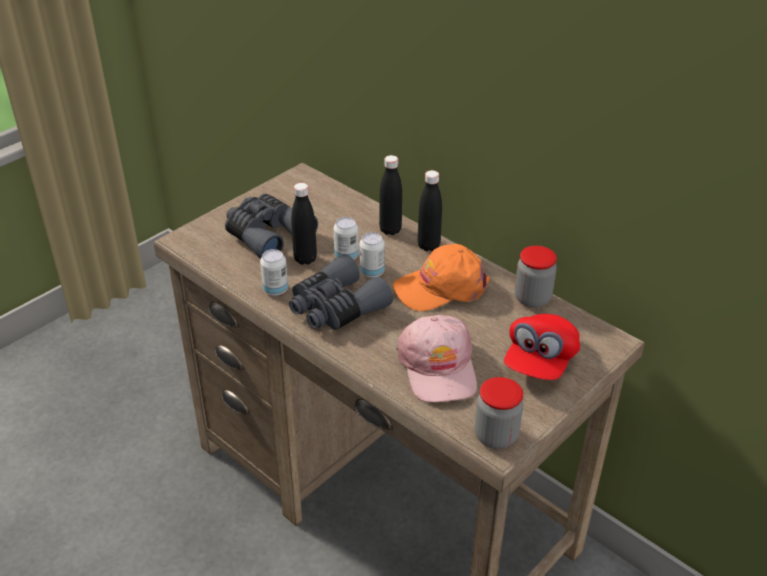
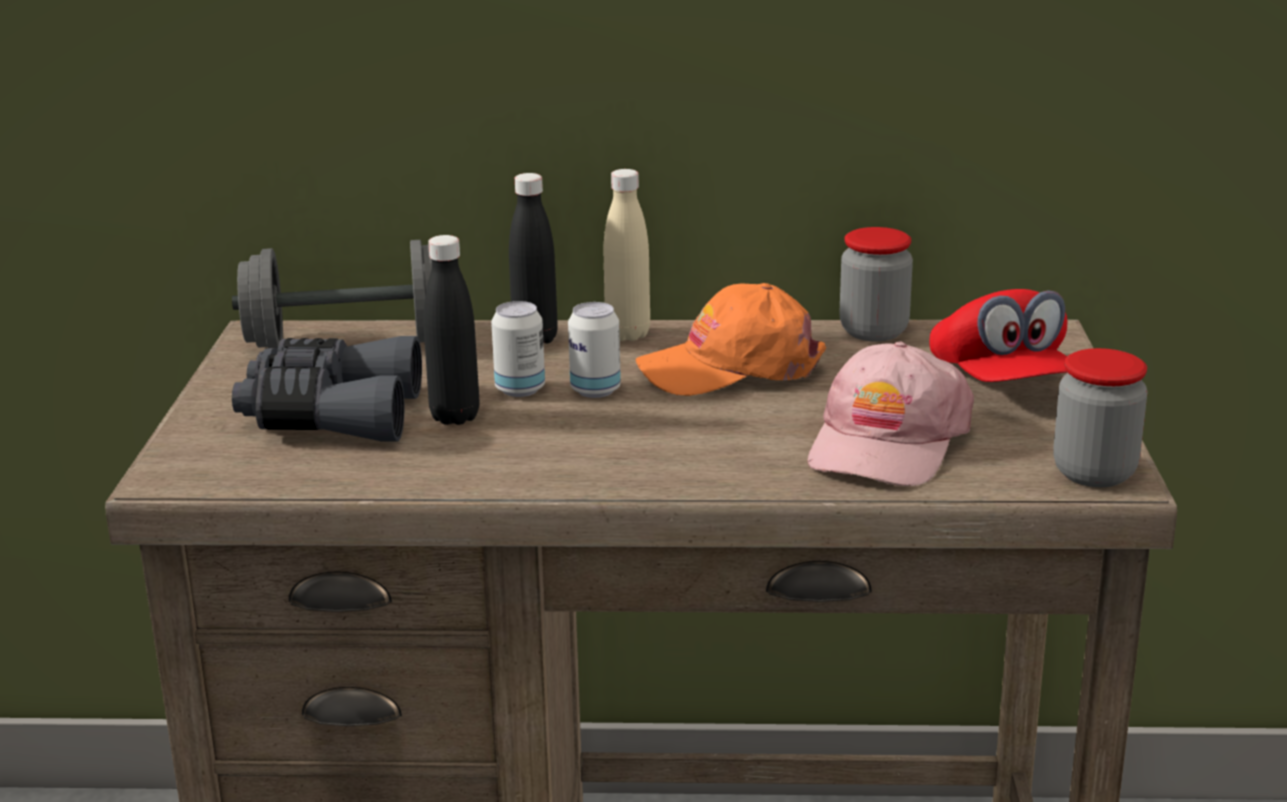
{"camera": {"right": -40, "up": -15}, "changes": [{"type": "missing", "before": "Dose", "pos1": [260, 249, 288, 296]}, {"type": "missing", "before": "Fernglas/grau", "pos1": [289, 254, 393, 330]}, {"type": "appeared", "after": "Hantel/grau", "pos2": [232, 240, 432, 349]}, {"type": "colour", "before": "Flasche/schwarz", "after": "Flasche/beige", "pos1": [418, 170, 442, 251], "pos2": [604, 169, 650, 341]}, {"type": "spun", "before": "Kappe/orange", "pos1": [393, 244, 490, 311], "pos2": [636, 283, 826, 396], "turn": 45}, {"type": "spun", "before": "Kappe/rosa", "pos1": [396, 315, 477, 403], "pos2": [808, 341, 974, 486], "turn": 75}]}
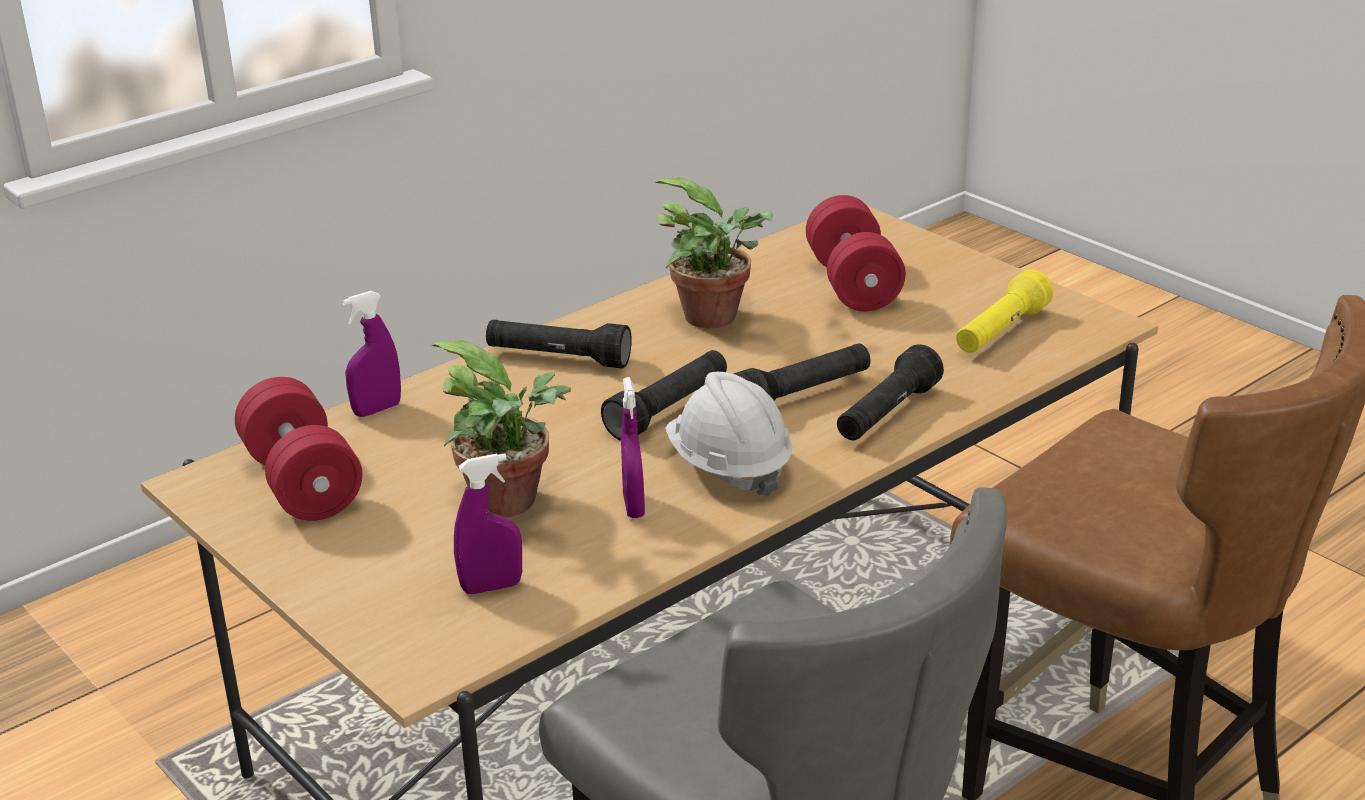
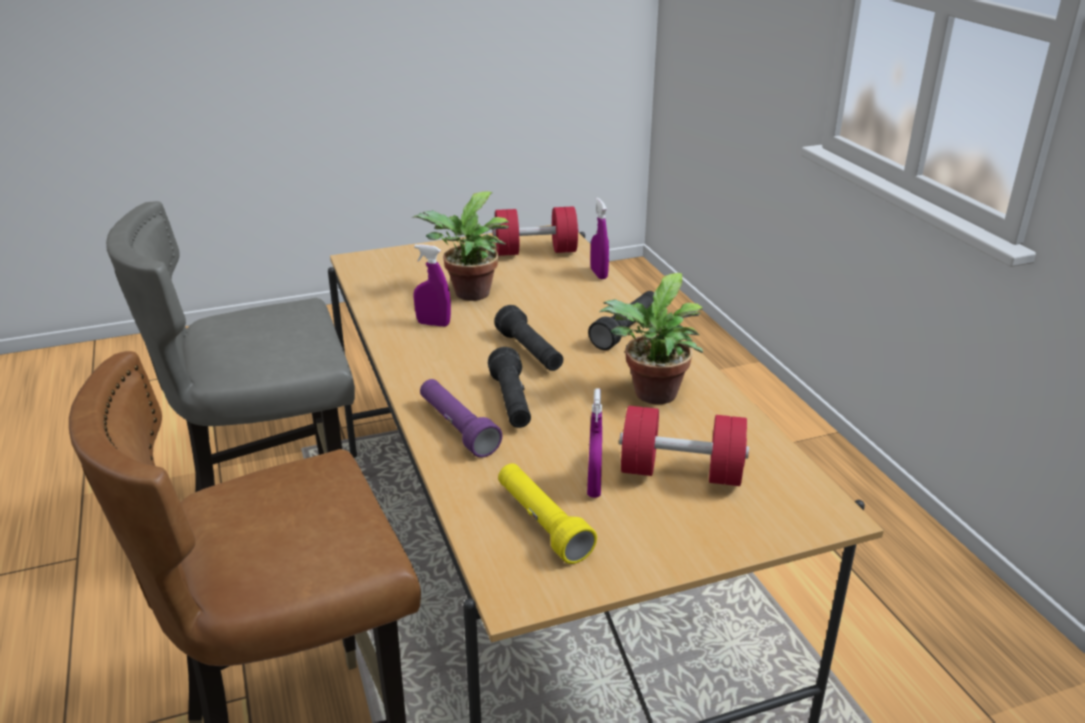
{"camera": {"right": 110, "up": 0}, "changes": [{"type": "missing", "before": "Schutzhelm/weiß", "pos1": [665, 372, 792, 497]}, {"type": "relocated", "before": "Sprühflasche/lila", "pos1": [454, 453, 522, 594], "pos2": [587, 388, 602, 498]}, {"type": "colour", "before": "Taschenlampe/schwarz", "after": "Taschenlampe/lila", "pos1": [837, 344, 944, 440], "pos2": [420, 379, 502, 458]}]}
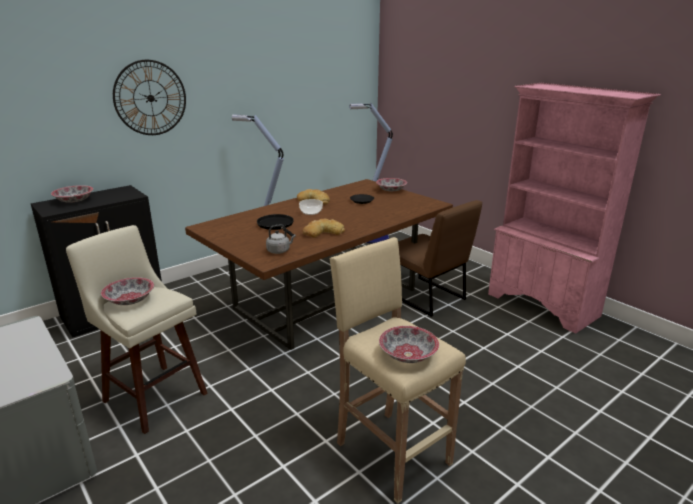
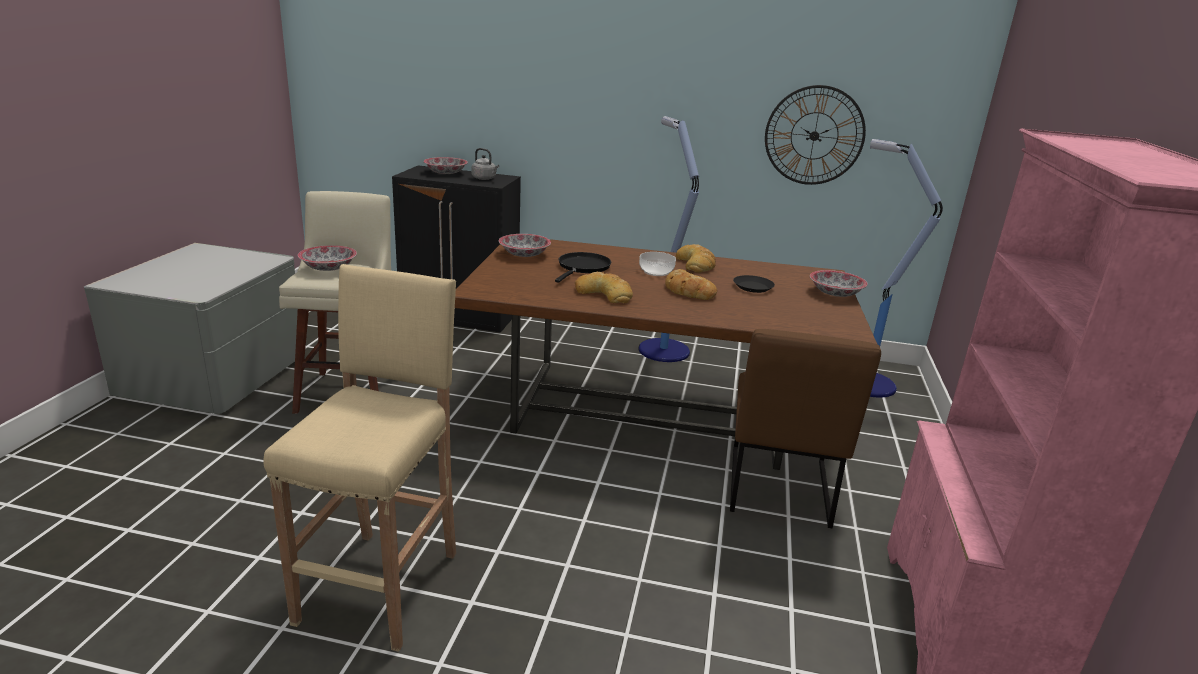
{"camera": {"right": 50, "up": 0}, "changes": [{"type": "appeared", "after": "Brot", "pos2": [665, 269, 717, 300]}, {"type": "relocated", "before": "Wanduhr", "pos1": [113, 60, 186, 135], "pos2": [765, 85, 866, 185]}, {"type": "relocated", "before": "Wasserkessel/grau", "pos1": [266, 225, 296, 254], "pos2": [472, 148, 499, 180]}, {"type": "relocated", "before": "Schüssel", "pos1": [379, 326, 439, 363], "pos2": [499, 234, 551, 257]}]}
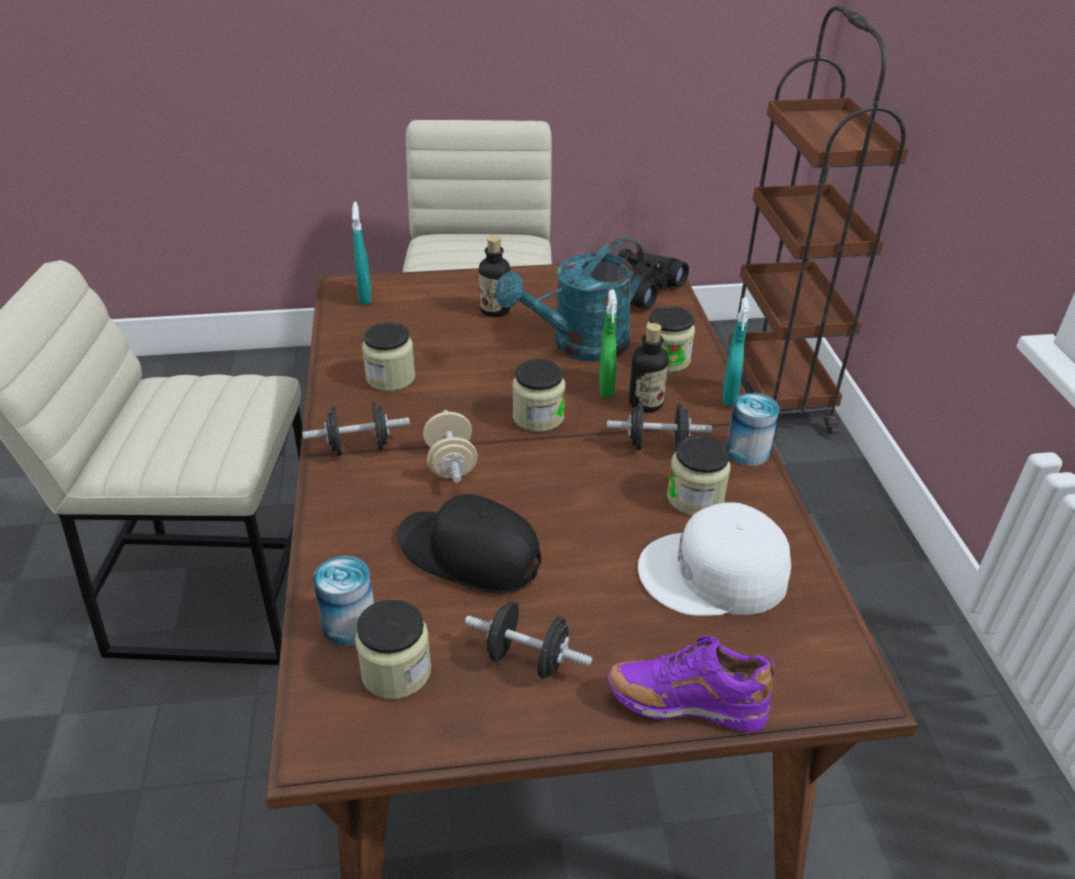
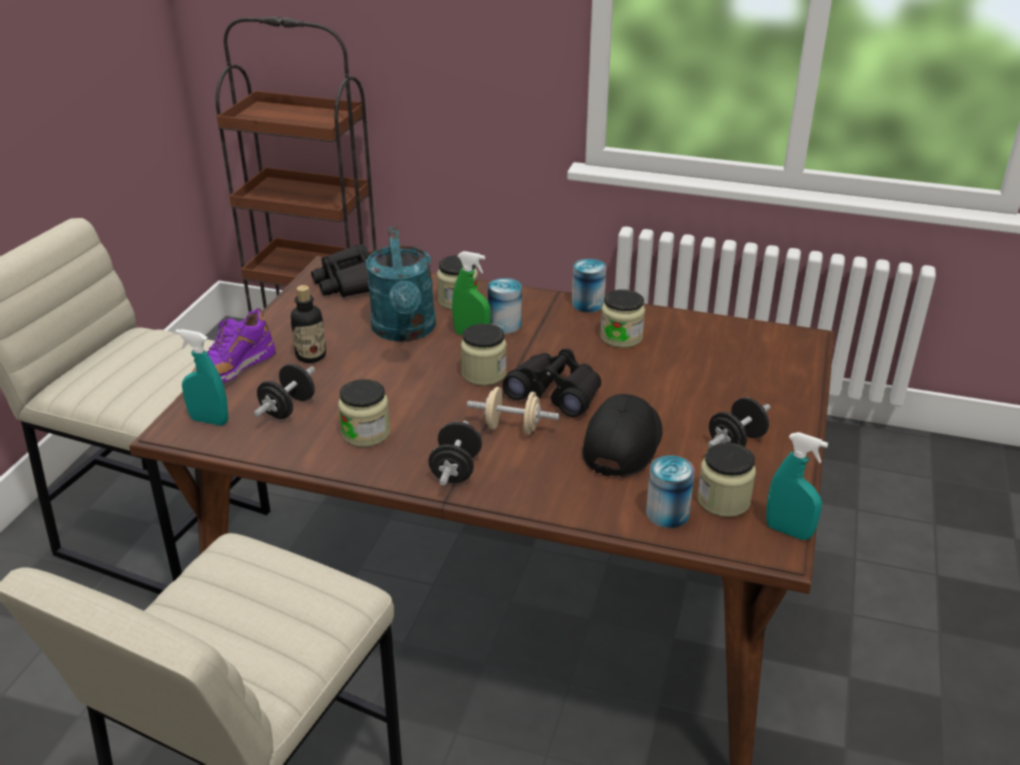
{"camera": {"right": -65, "up": -5}, "changes": [{"type": "missing", "before": "Kappe/weiß", "pos1": [638, 502, 791, 616]}, {"type": "appeared", "after": "Fernglas/schwarz", "pos2": [502, 349, 601, 417]}, {"type": "relocated", "before": "Hantel/schwarz", "pos1": [607, 402, 712, 451], "pos2": [254, 364, 315, 419]}, {"type": "relocated", "before": "Schuh/lila", "pos1": [607, 636, 774, 732], "pos2": [191, 308, 275, 383]}, {"type": "relocated", "before": "Sprühflasche/türkis", "pos1": [723, 297, 749, 406], "pos2": [766, 432, 828, 540]}, {"type": "exchanged", "before": "Flasche", "after": "Dose", "pos1": [629, 323, 669, 413], "pos2": [488, 278, 522, 334]}, {"type": "spun", "before": "Kappe/schwarz", "pos1": [397, 494, 541, 593], "pos2": [582, 394, 663, 477], "turn": 150}]}
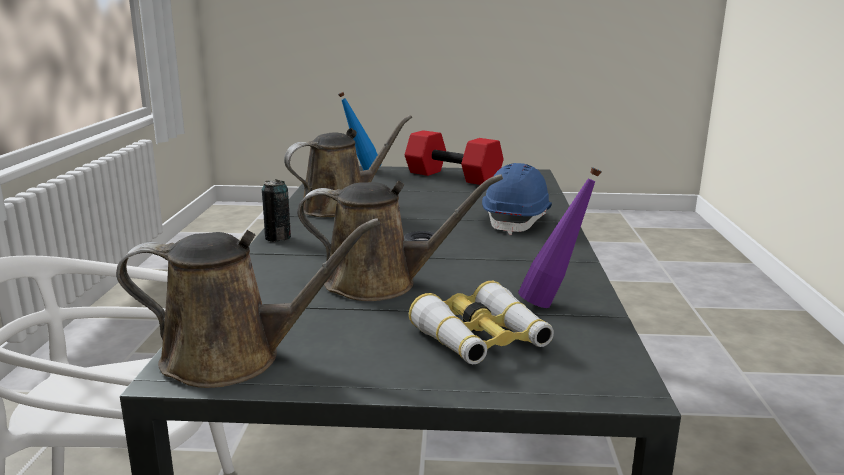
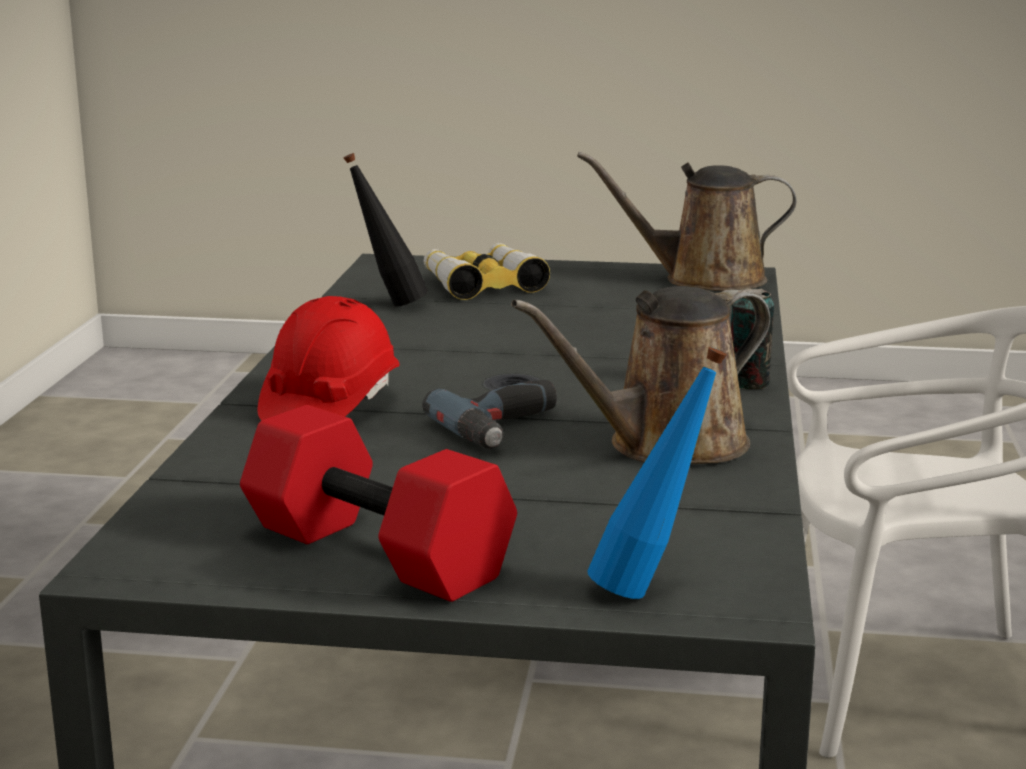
{"camera": {"right": -175, "up": 0}, "changes": [{"type": "missing", "before": "Gießkanne/braun", "pos1": [297, 174, 503, 301]}, {"type": "appeared", "after": "Bohrmaschine", "pos2": [422, 379, 557, 449]}, {"type": "colour", "before": "Schutzhelm/blau", "after": "Schutzhelm/rot", "pos1": [482, 163, 552, 235], "pos2": [257, 296, 400, 421]}, {"type": "colour", "before": "Flasche/lila", "after": "Flasche/schwarz", "pos1": [518, 167, 602, 308], "pos2": [344, 153, 428, 307]}]}
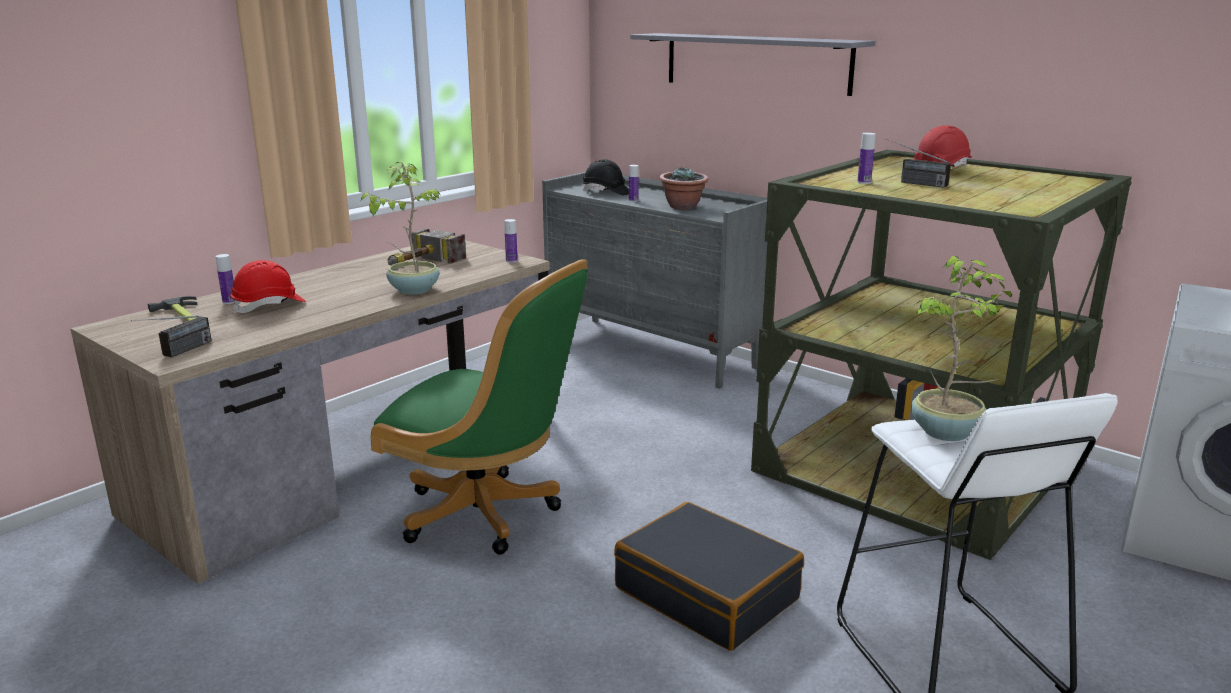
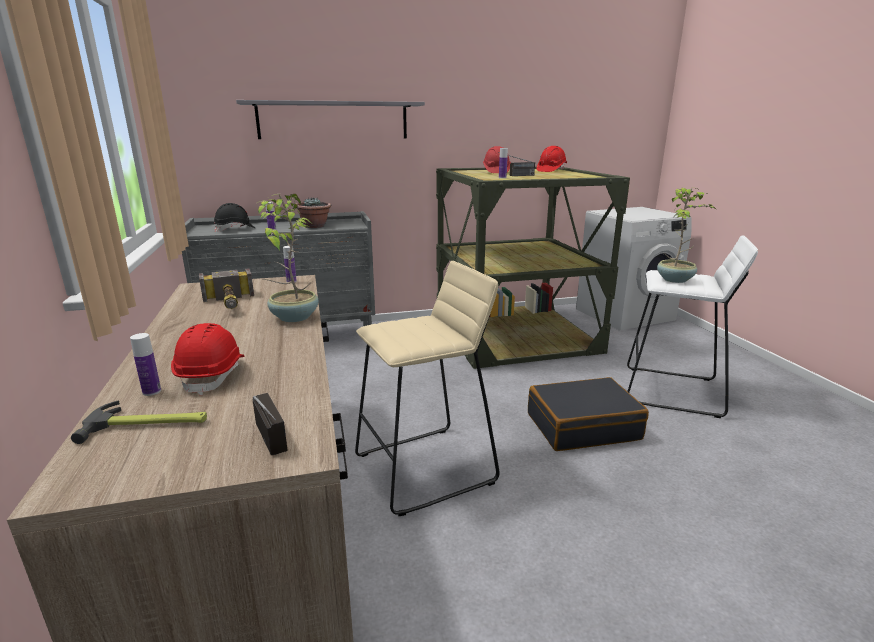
{"camera": {"right": -55, "up": 0}, "changes": [{"type": "appeared", "after": "Schutzhelm/rot", "pos2": [537, 146, 567, 172]}, {"type": "exchanged", "before": "Bürostuhl/grün", "after": "Hocker/beige", "pos1": [370, 259, 588, 555], "pos2": [355, 261, 500, 516]}]}
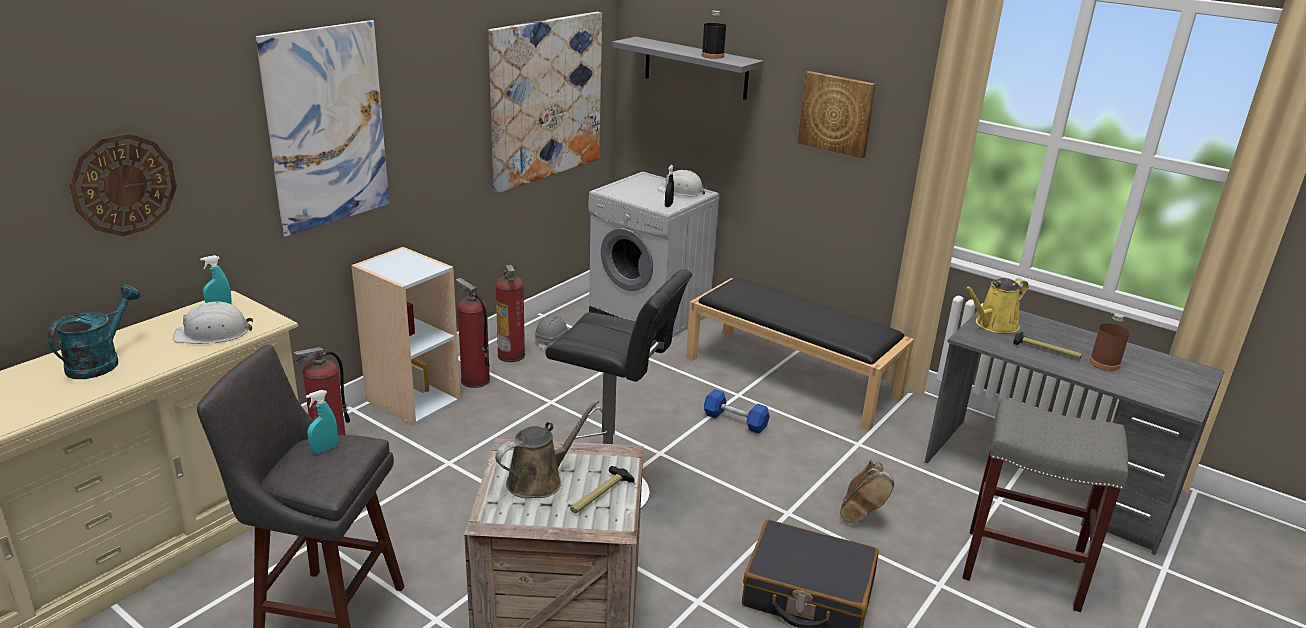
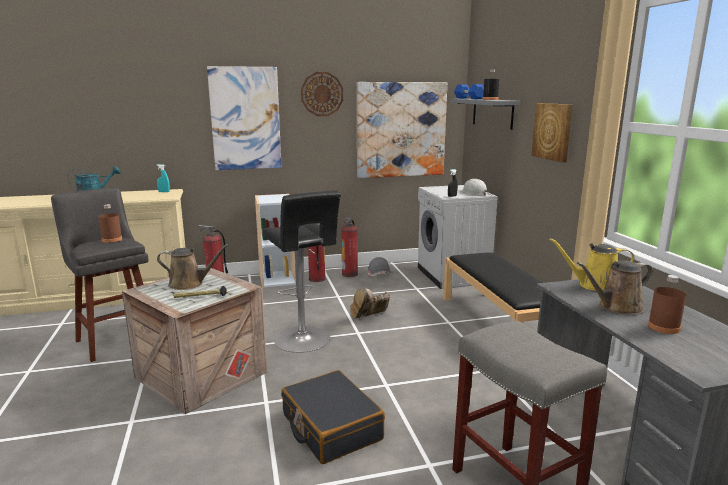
{"camera": {"right": 40, "up": -10}, "changes": [{"type": "missing", "before": "Schutzhelm/weiß", "pos1": [173, 301, 253, 344]}, {"type": "relocated", "before": "Wanduhr", "pos1": [69, 133, 177, 236], "pos2": [301, 72, 343, 116]}, {"type": "relocated", "before": "Hantel/blau", "pos1": [704, 389, 770, 434], "pos2": [454, 84, 484, 99]}, {"type": "relocated", "before": "Stiefel/braun", "pos1": [840, 460, 894, 524], "pos2": [350, 288, 390, 318]}, {"type": "exchanged", "before": "Sprühflasche/türkis", "after": "Flasche/braun", "pos1": [306, 390, 338, 454], "pos2": [99, 204, 122, 243]}, {"type": "exchanged", "before": "Hammer", "after": "Gießkanne/braun", "pos1": [1013, 332, 1082, 359], "pos2": [577, 260, 653, 315]}]}
